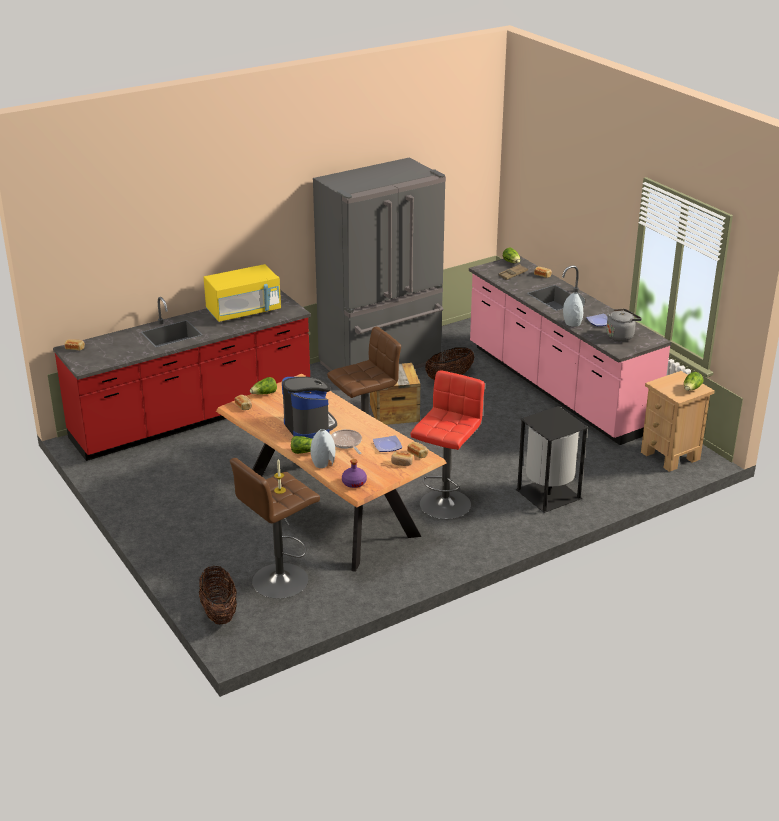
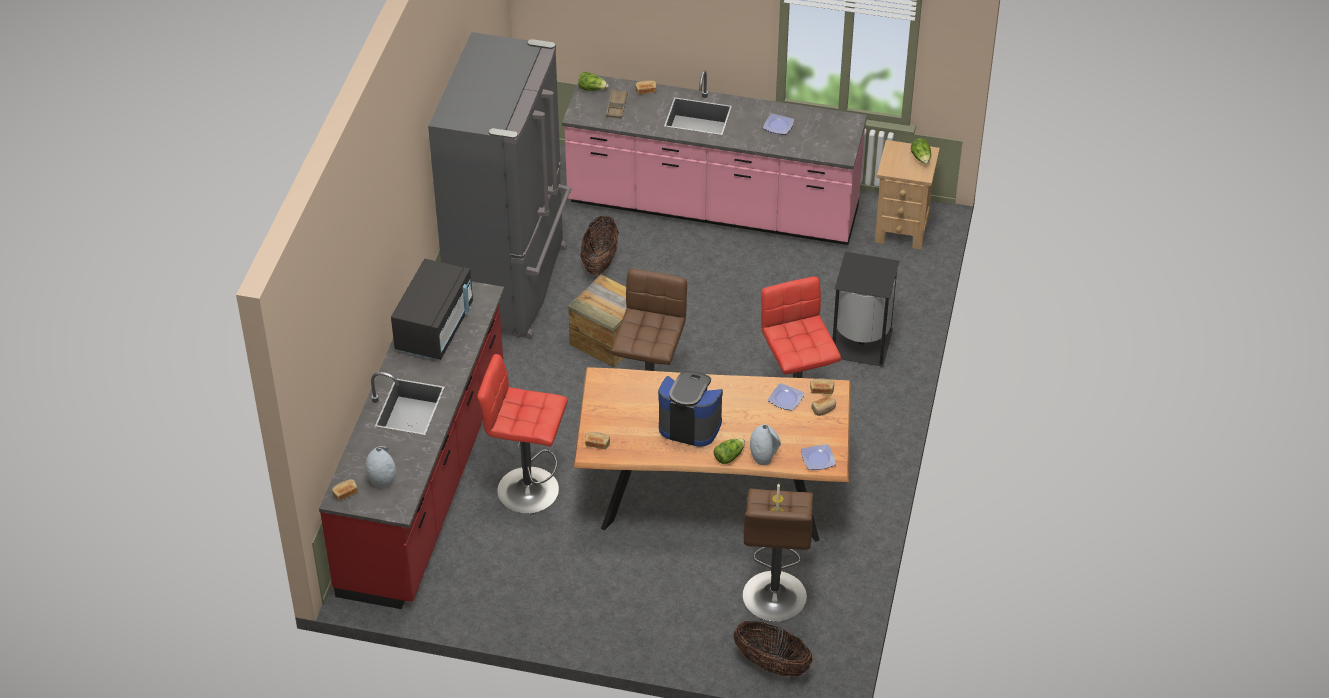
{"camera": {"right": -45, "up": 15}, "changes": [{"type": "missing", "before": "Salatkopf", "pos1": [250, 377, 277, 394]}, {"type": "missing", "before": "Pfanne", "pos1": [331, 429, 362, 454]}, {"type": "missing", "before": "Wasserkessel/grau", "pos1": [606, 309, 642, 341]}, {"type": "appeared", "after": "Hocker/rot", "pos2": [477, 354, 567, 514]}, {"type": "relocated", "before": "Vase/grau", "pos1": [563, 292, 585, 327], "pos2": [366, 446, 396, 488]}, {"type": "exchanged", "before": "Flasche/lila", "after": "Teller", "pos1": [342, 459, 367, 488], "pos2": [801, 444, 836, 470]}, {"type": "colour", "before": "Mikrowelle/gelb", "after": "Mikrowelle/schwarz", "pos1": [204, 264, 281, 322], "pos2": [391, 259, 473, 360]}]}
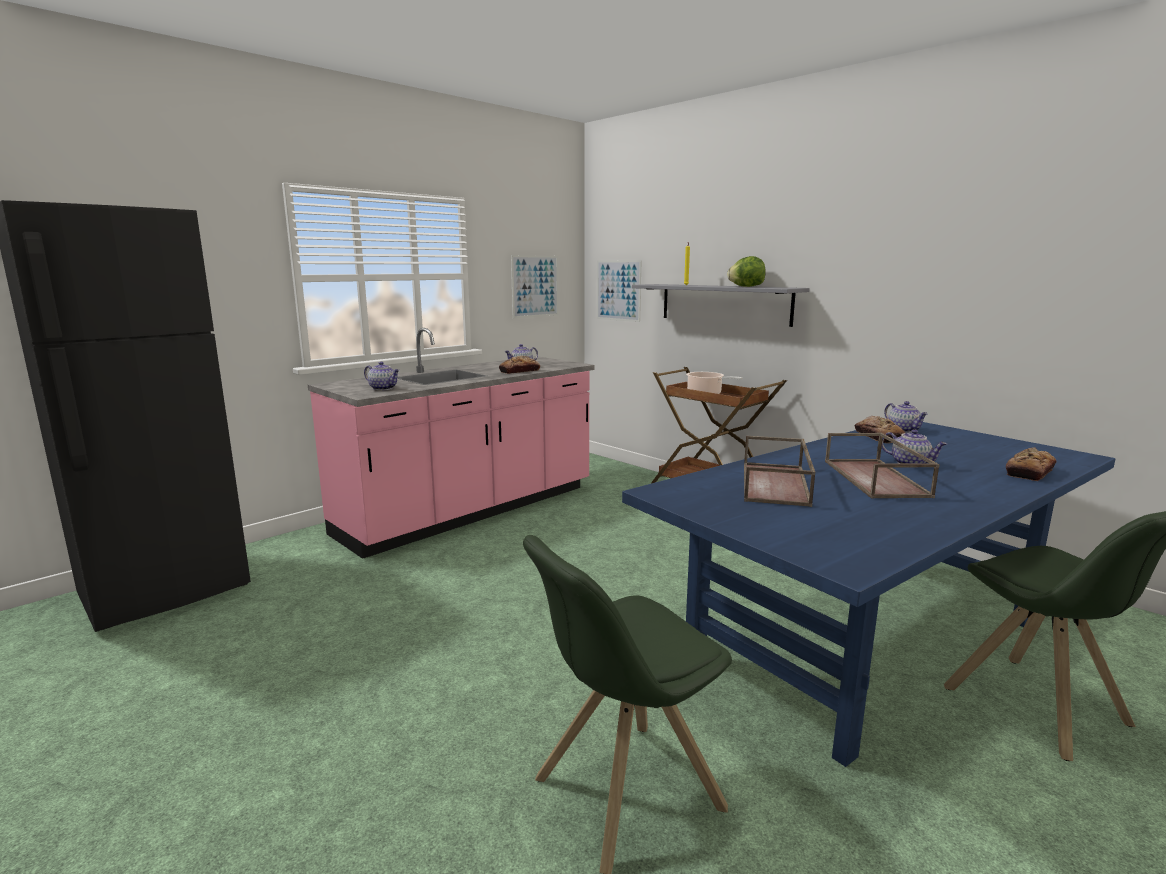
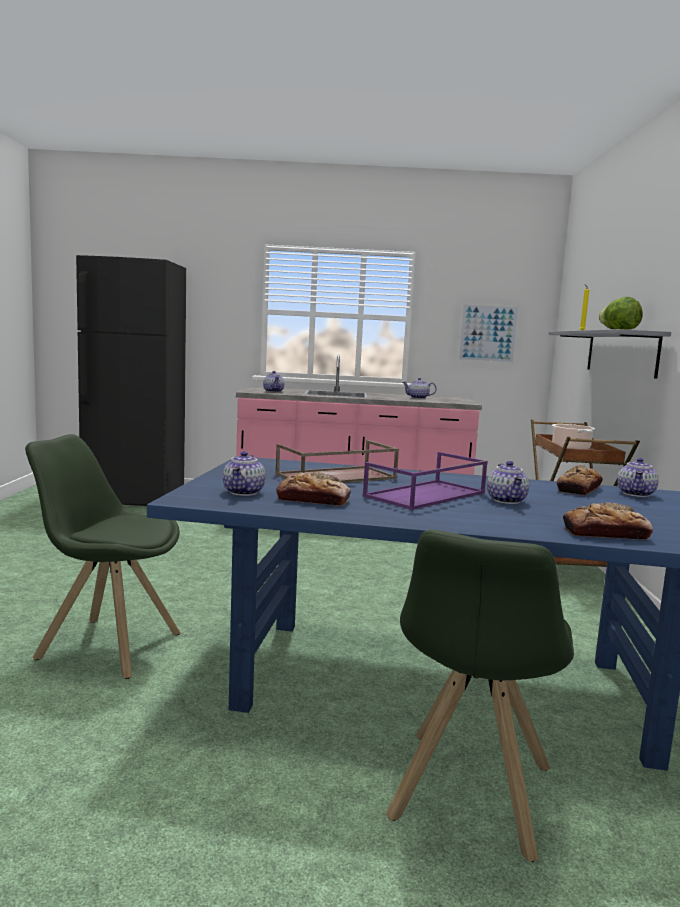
{"camera": {"right": 45, "up": -5}, "changes": [{"type": "missing", "before": "Bild", "pos1": [597, 260, 642, 322]}, {"type": "appeared", "after": "Teekanne", "pos2": [223, 451, 265, 496]}, {"type": "relocated", "before": "Brot", "pos1": [499, 356, 540, 374], "pos2": [276, 472, 351, 506]}, {"type": "colour", "before": "Tablett/braun", "after": "Tablett/lila", "pos1": [825, 433, 940, 498], "pos2": [363, 452, 488, 510]}]}
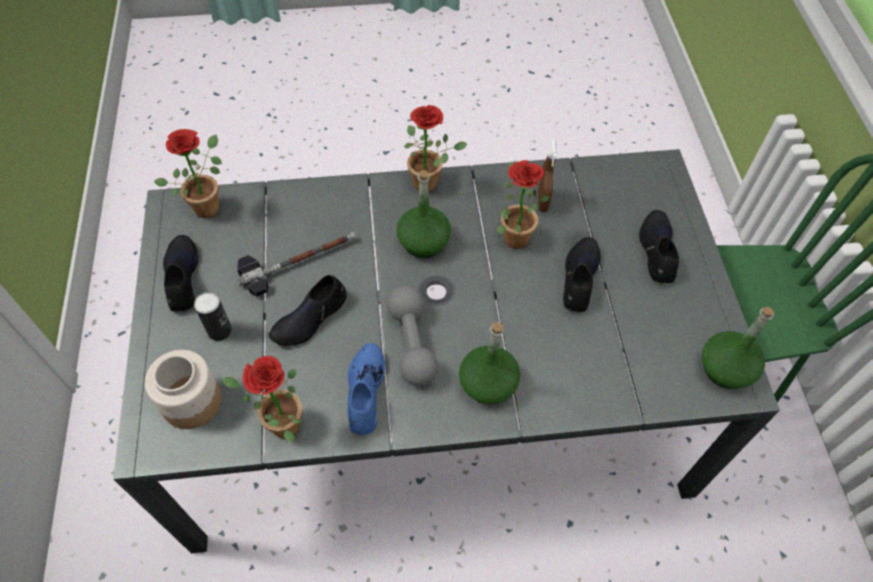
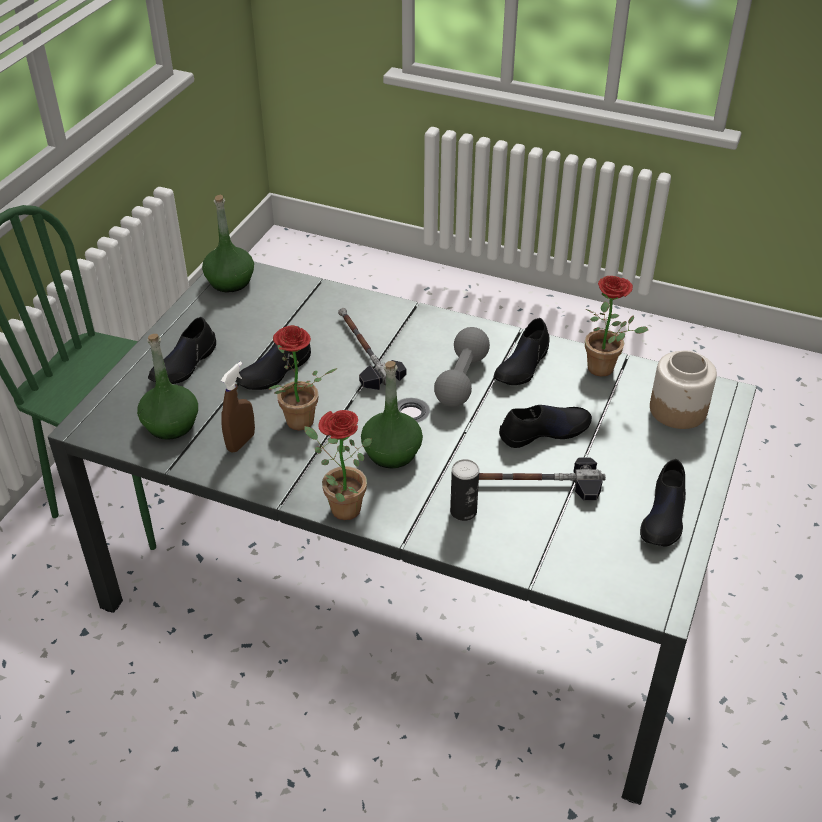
{"camera": {"right": -150, "up": -15}, "changes": [{"type": "missing", "before": "Topfpflanze", "pos1": [154, 129, 222, 218]}, {"type": "appeared", "after": "Hammer", "pos2": [338, 308, 406, 390]}, {"type": "relocated", "before": "Dose", "pos1": [194, 292, 232, 341], "pos2": [450, 459, 479, 521]}, {"type": "relocated", "before": "Flasche/grün", "pos1": [459, 322, 520, 404], "pos2": [137, 334, 198, 440]}, {"type": "colour", "before": "Schuh/blau", "after": "Schuh/schwarz", "pos1": [347, 343, 385, 435], "pos2": [494, 318, 550, 385]}]}
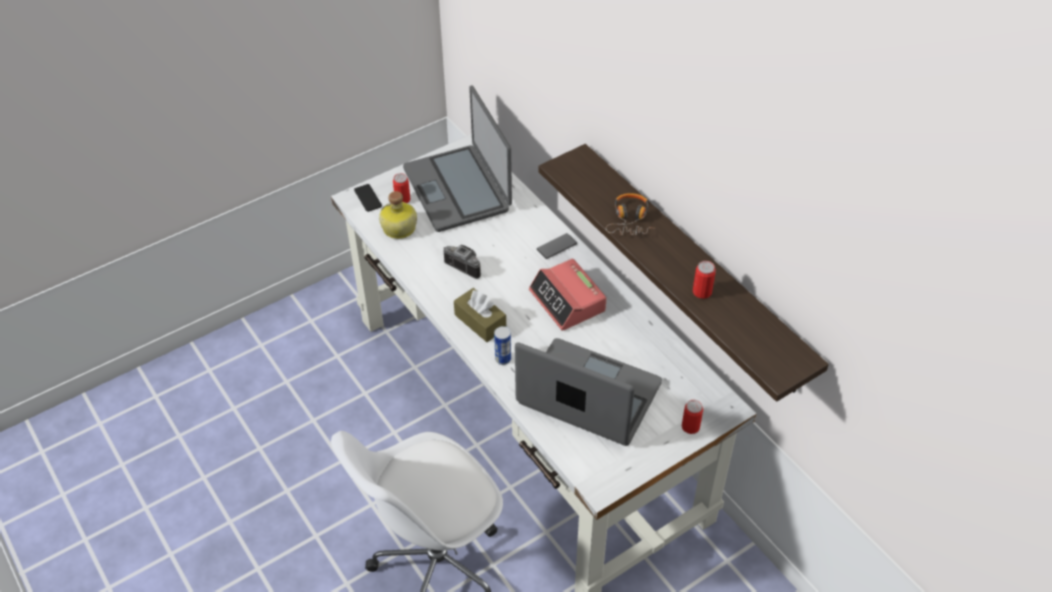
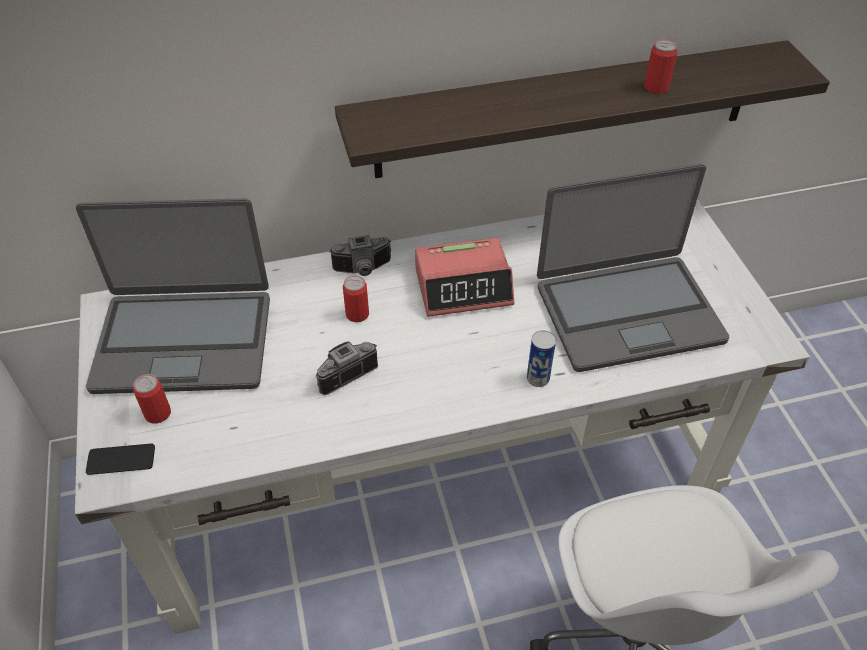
{"camera": {"right": -70, "up": 0}, "changes": [{"type": "missing", "before": "Flasche", "pos1": [379, 191, 417, 239]}, {"type": "missing", "before": "Taschentuchbox/braun", "pos1": [454, 288, 506, 342]}, {"type": "missing", "before": "Kopfhörer", "pos1": [606, 193, 655, 235]}, {"type": "relocated", "before": "Dose", "pos1": [682, 400, 703, 434], "pos2": [343, 275, 369, 322]}, {"type": "exchanged", "before": "Handy", "after": "Kamera", "pos1": [537, 233, 577, 259], "pos2": [329, 235, 391, 276]}, {"type": "spun", "before": "Laptop", "pos1": [515, 338, 662, 446], "pos2": [537, 164, 729, 372], "turn": -150}]}
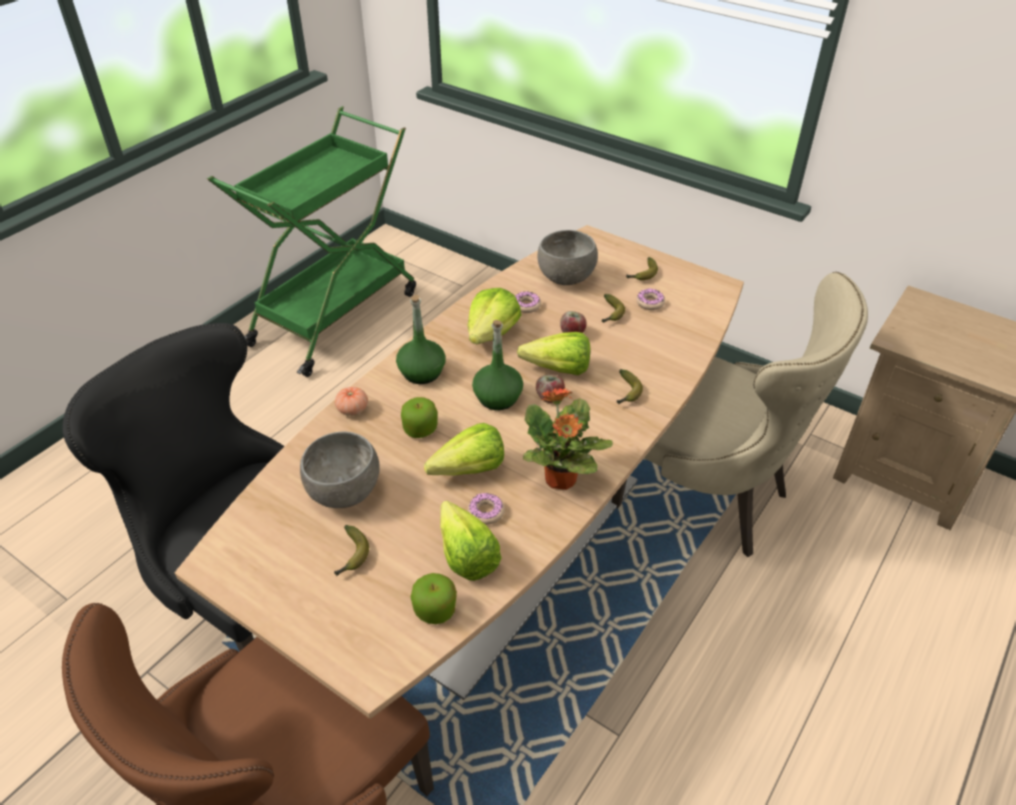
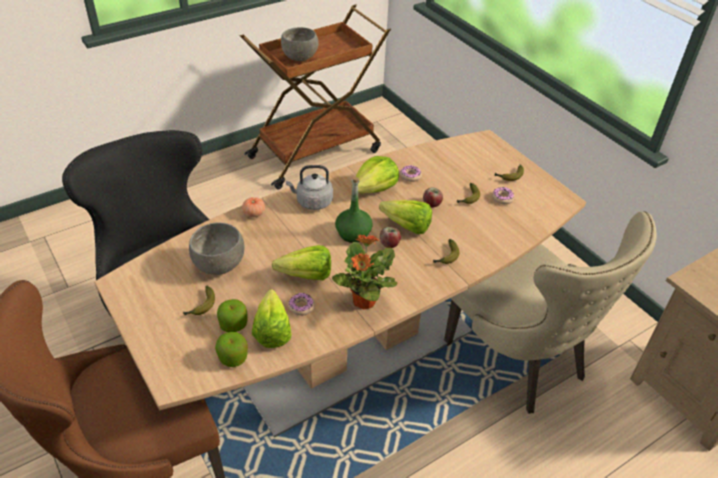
{"camera": {"right": 20, "up": 0}, "changes": [{"type": "relocated", "before": "Apfel", "pos1": [401, 397, 438, 438], "pos2": [217, 299, 248, 332]}, {"type": "relocated", "before": "Schüssel/grau", "pos1": [537, 230, 598, 285], "pos2": [281, 27, 319, 61]}, {"type": "exchanged", "before": "Flasche/grün", "after": "Wasserkessel/grau", "pos1": [396, 295, 446, 384], "pos2": [286, 165, 333, 210]}, {"type": "colour", "before": "Rollwagen/grün", "after": "Rollwagen/braun", "pos1": [207, 106, 416, 377], "pos2": [239, 5, 391, 189]}]}
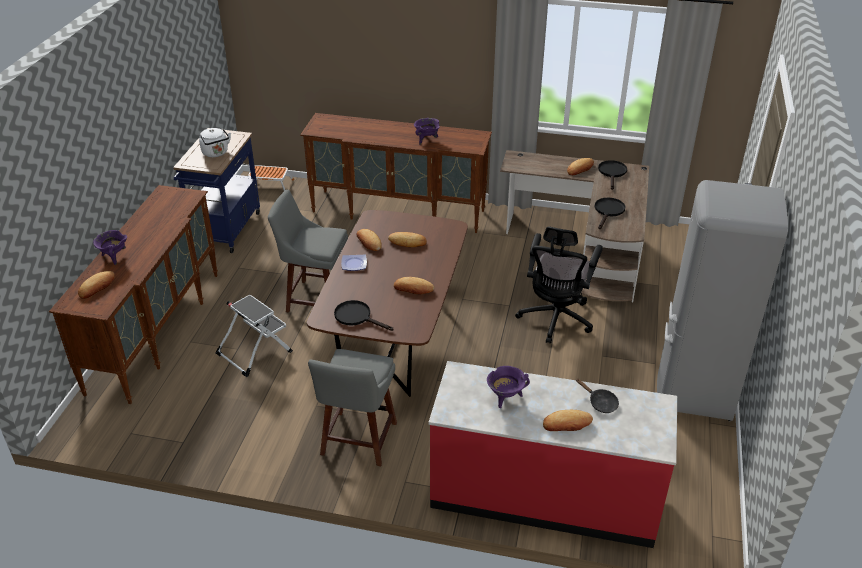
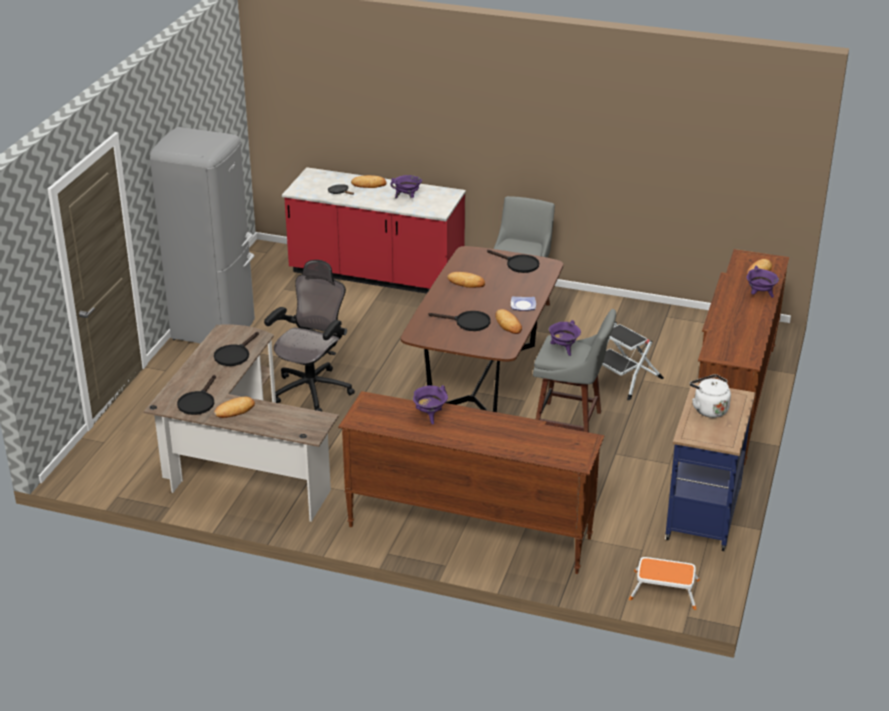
{"camera": {"right": -175, "up": -5}, "changes": [{"type": "appeared", "after": "Kochtopf/lila", "pos2": [549, 320, 581, 356]}, {"type": "exchanged", "before": "Brot", "after": "Pfanne/schwarz", "pos1": [388, 232, 427, 248], "pos2": [428, 311, 491, 331]}]}
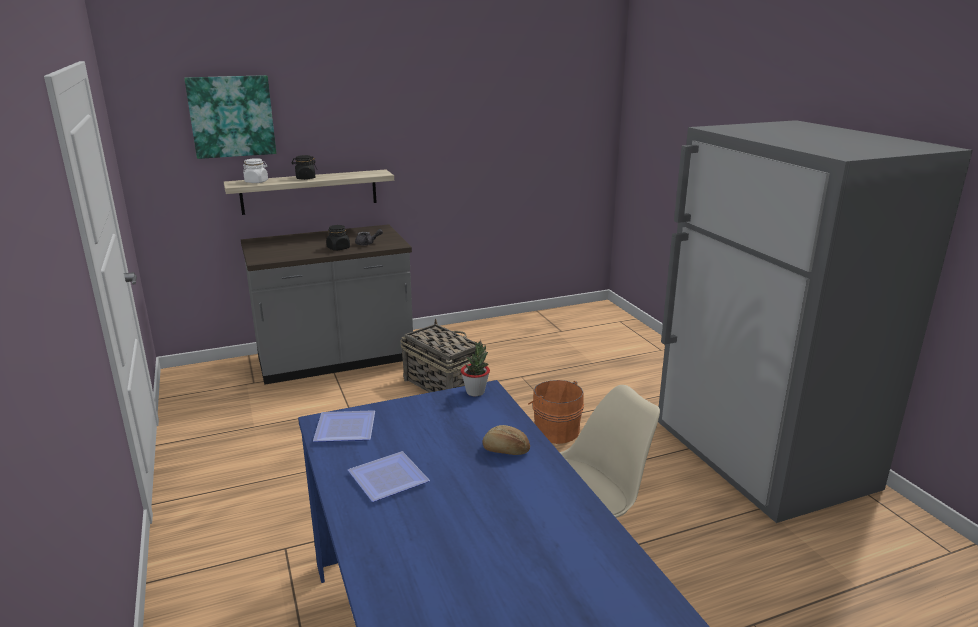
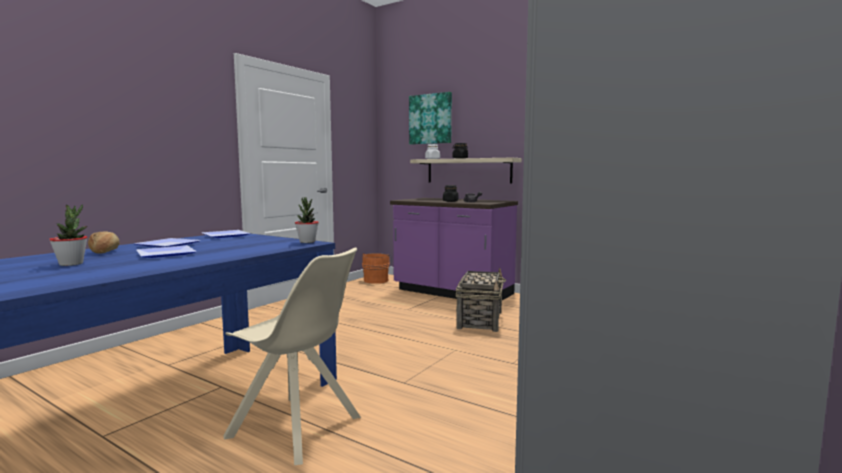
{"camera": {"right": 55, "up": -15}, "changes": [{"type": "appeared", "after": "Topfpflanze", "pos2": [49, 204, 88, 266]}, {"type": "appeared", "after": "Teller", "pos2": [137, 245, 197, 258]}, {"type": "relocated", "before": "Brot", "pos1": [483, 425, 530, 455], "pos2": [88, 232, 120, 254]}, {"type": "relocated", "before": "Eimer/orange", "pos1": [528, 380, 584, 444], "pos2": [362, 253, 392, 284]}, {"type": "colour", "before": "Küchenzeile/grau", "after": "Küchenzeile/lila", "pos1": [241, 224, 413, 385], "pos2": [390, 198, 518, 300]}]}
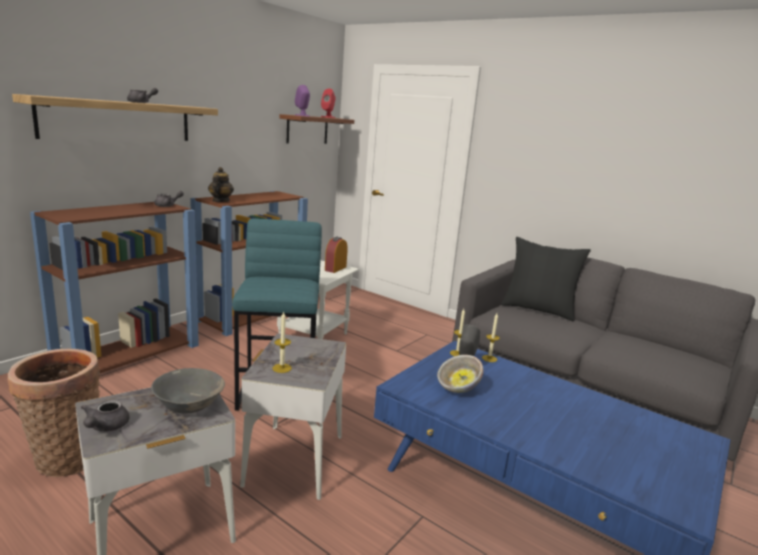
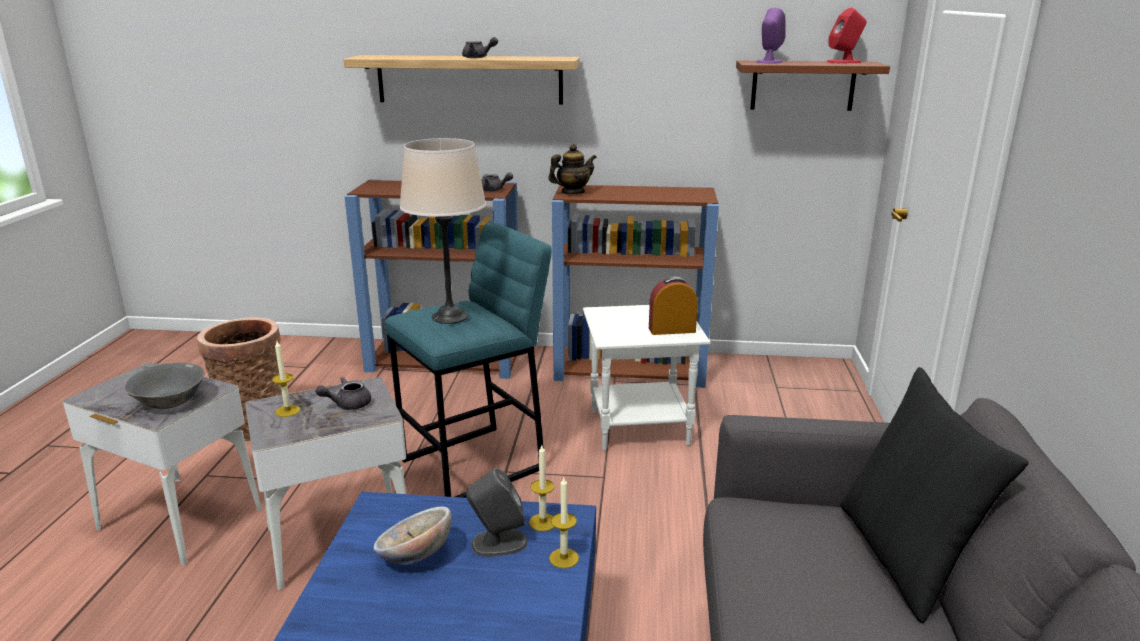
{"camera": {"right": 60, "up": 5}, "changes": [{"type": "appeared", "after": "Tischlampe/beige", "pos2": [399, 138, 486, 324]}, {"type": "relocated", "before": "Teekanne/grau", "pos1": [81, 400, 129, 432], "pos2": [315, 377, 371, 410]}]}
